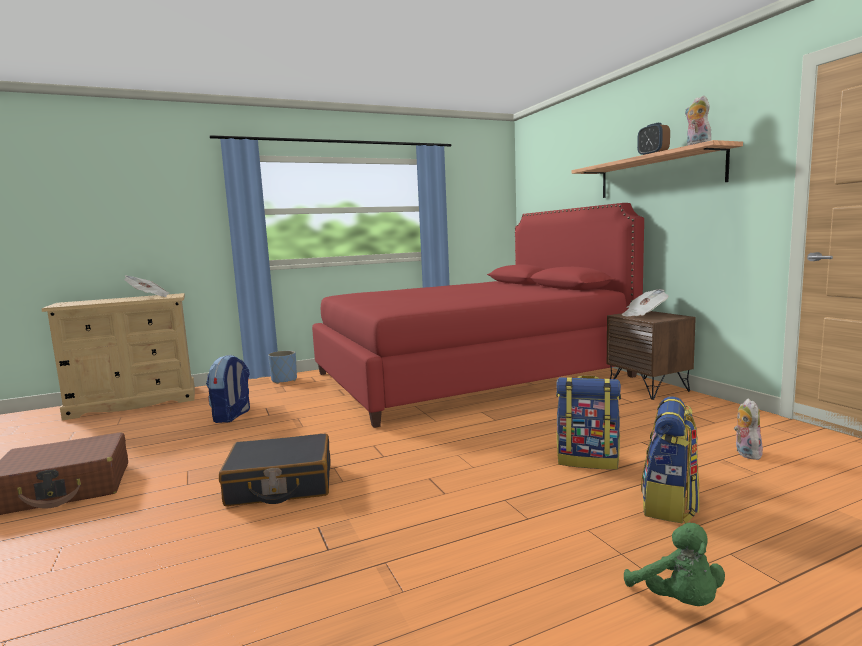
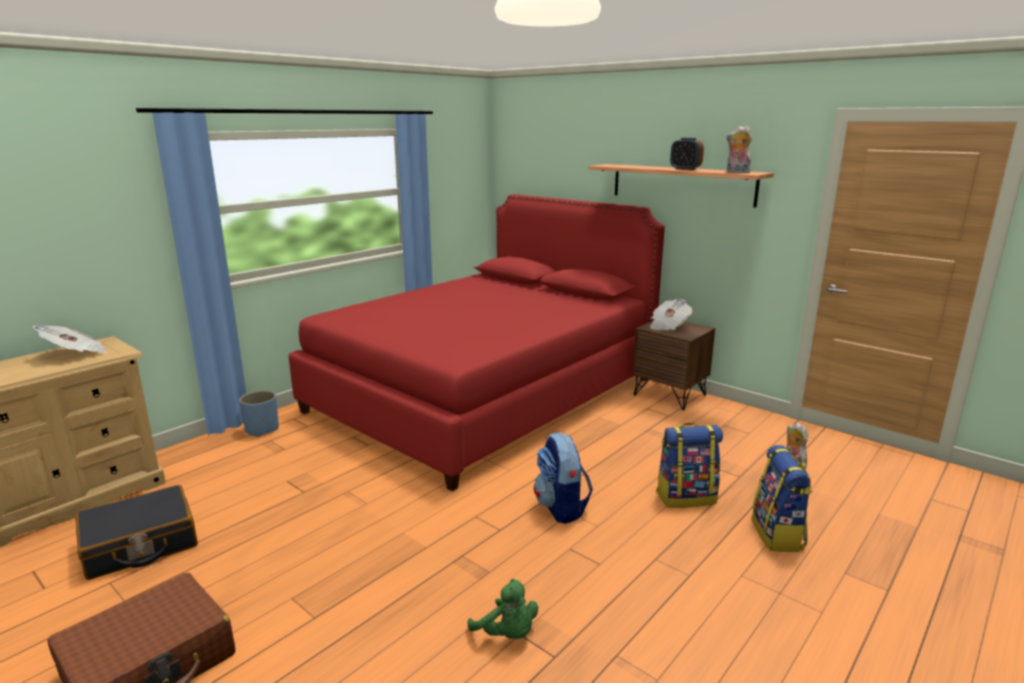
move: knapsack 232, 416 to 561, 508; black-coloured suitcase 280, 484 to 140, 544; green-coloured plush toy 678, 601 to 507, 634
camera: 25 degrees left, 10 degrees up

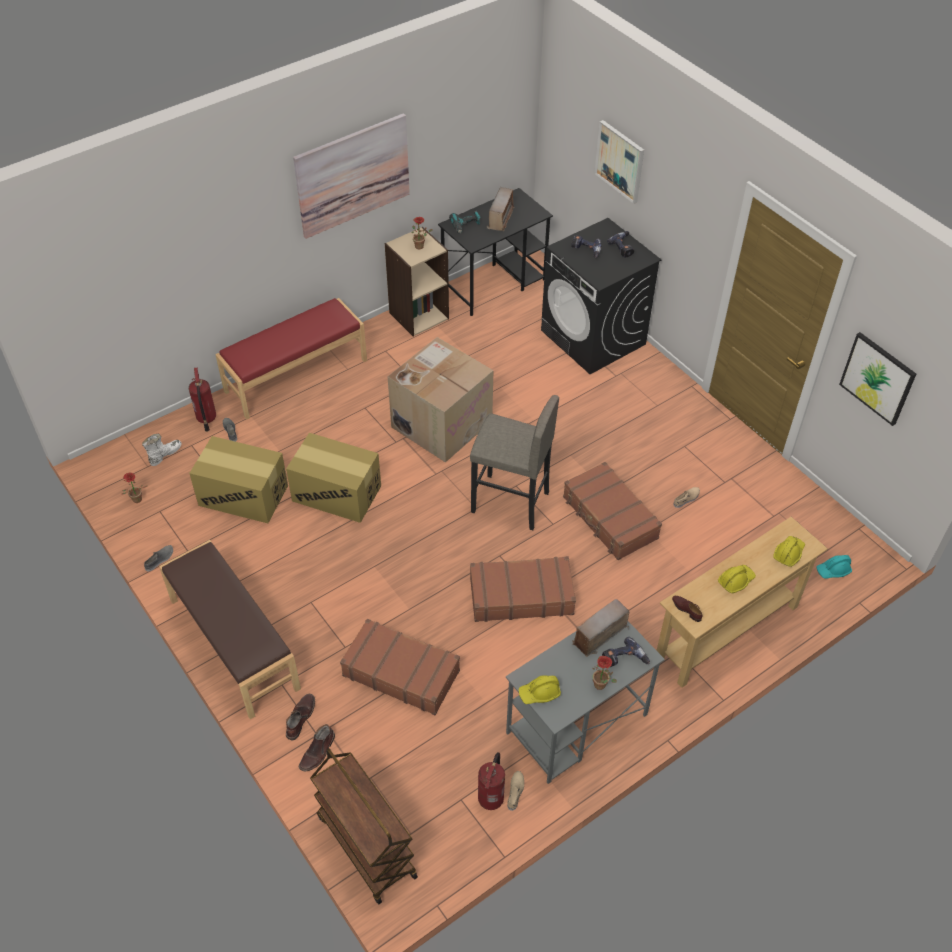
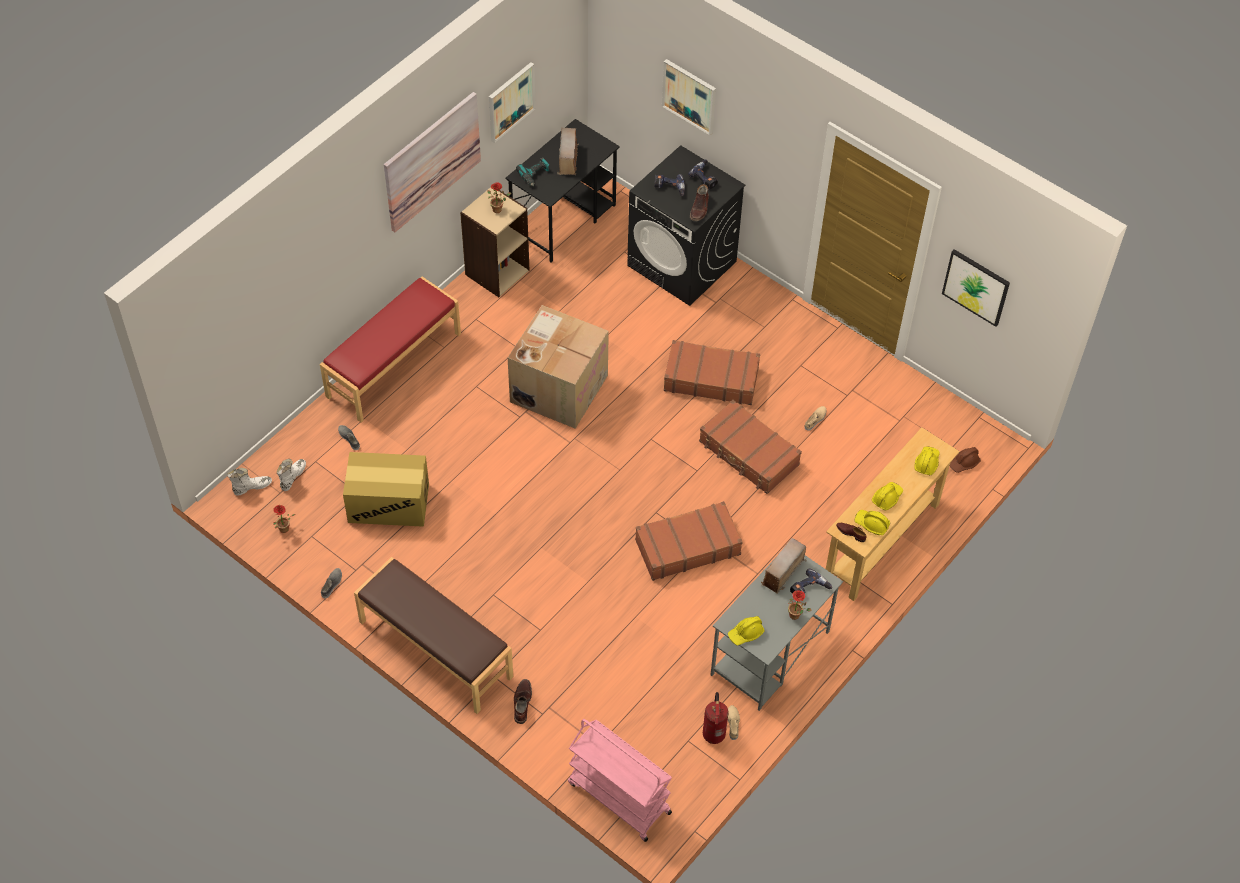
delete: fire extinguisher 206, 419; grey stool seat 510, 503; carton 336, 493
insert: wall art 510, 101; whitish tall boot 251, 487; yellow-coloured work helmet 871, 524
move: brown suitcase 401, 672 to 711, 379; brown tall boot 318, 752 to 700, 208
recolor: turquoise-coloured work helmet 833, 570 to brown work helmet 963, 463; brown wheeled cart 365, 846 to pinkish wheeled cart 618, 797
camera: 15 degrees left, 5 degrees up

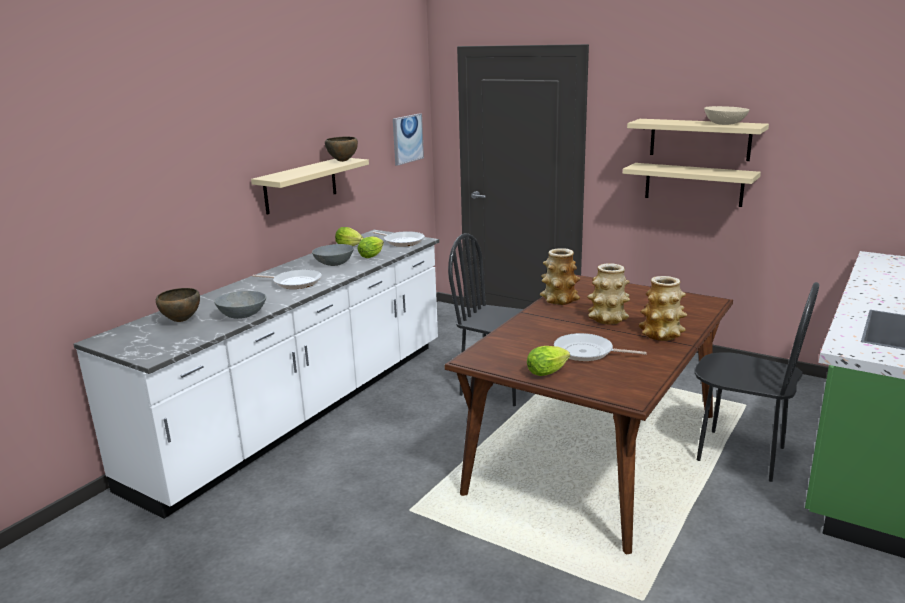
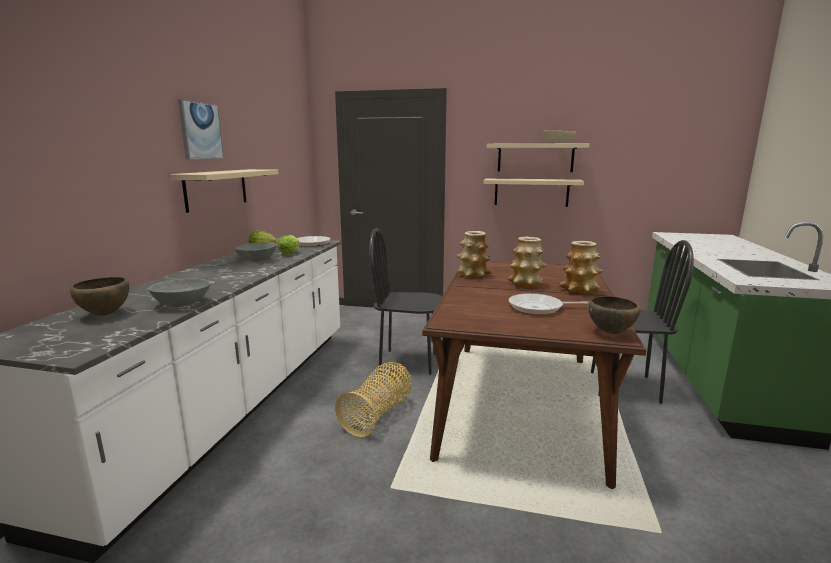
delete: skillet 295, 282; head of lettuce 549, 372
insert: storage basket 378, 414
move: wall art 407, 139 to 200, 131; brown serving bowl 343, 161 to 611, 333
camera: 20 degrees left, 5 degrees down

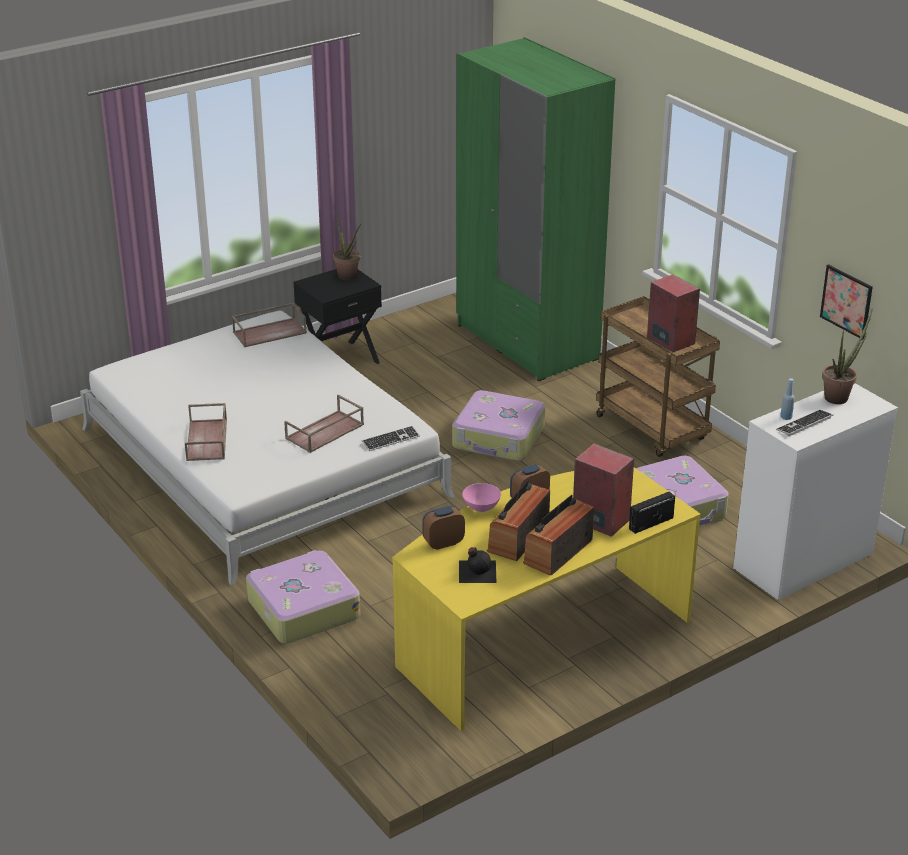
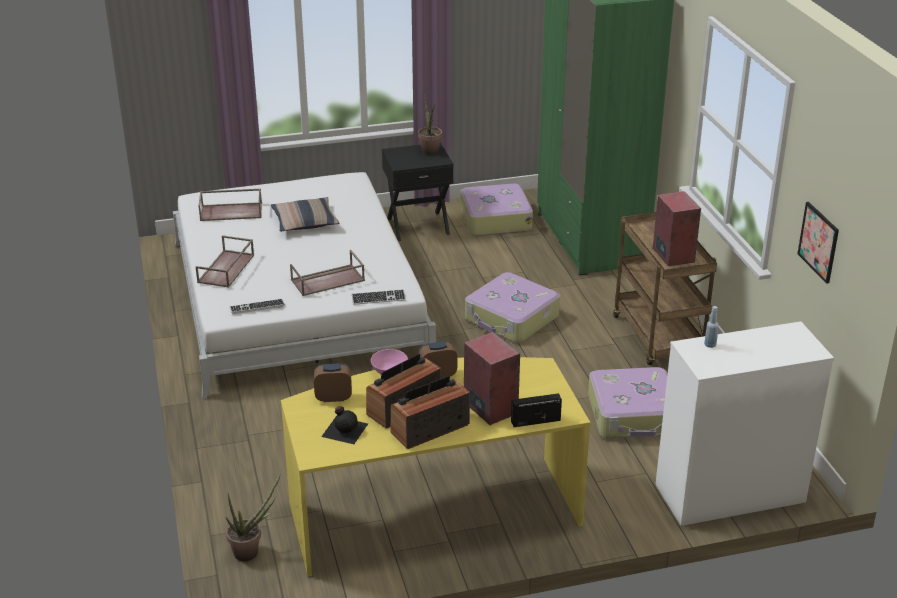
insert: throw pillow 305, 222
move: brown tray 270, 332 to 232, 211; plant in a pot 839, 396 to 251, 551; computer keyboard 804, 424 to 257, 307; suitcase 302, 609 to 494, 219
camera: 20 degrees right, 0 degrees up

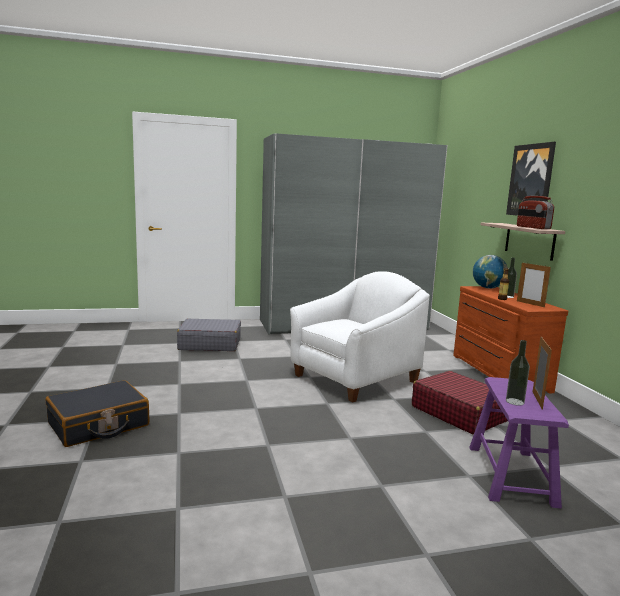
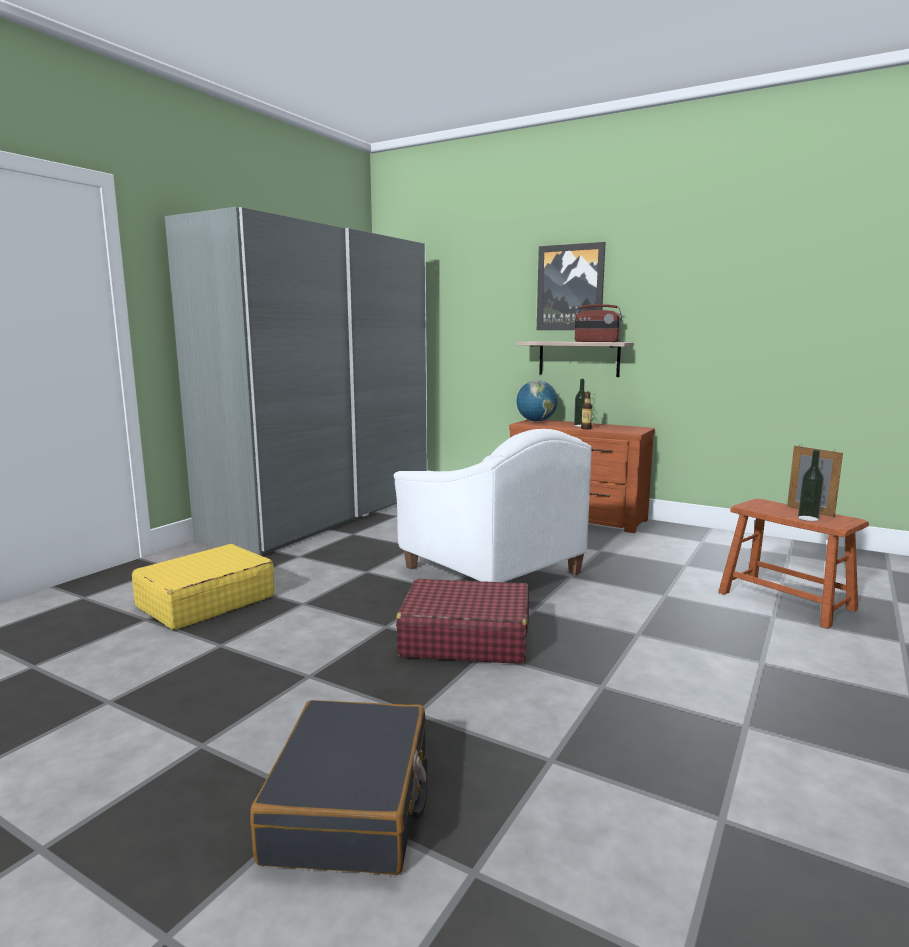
delete: standing frame 530, 304
move: red-coloured suitcase 459, 413 to 465, 639
recolor: grey suitcase 209, 344 to yellow-coloured suitcase 205, 602; purplish stool seat 510, 475 to brown stool seat 786, 601
rotate: whitish armchair 354, 379 = 489, 571 135 degrees clockwise
camera: 45 degrees left, 0 degrees up

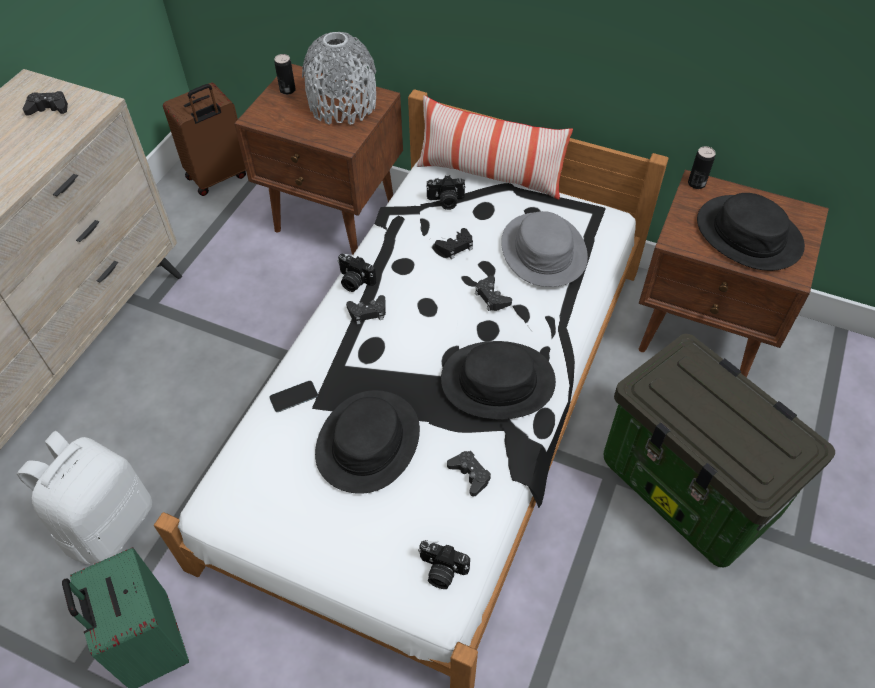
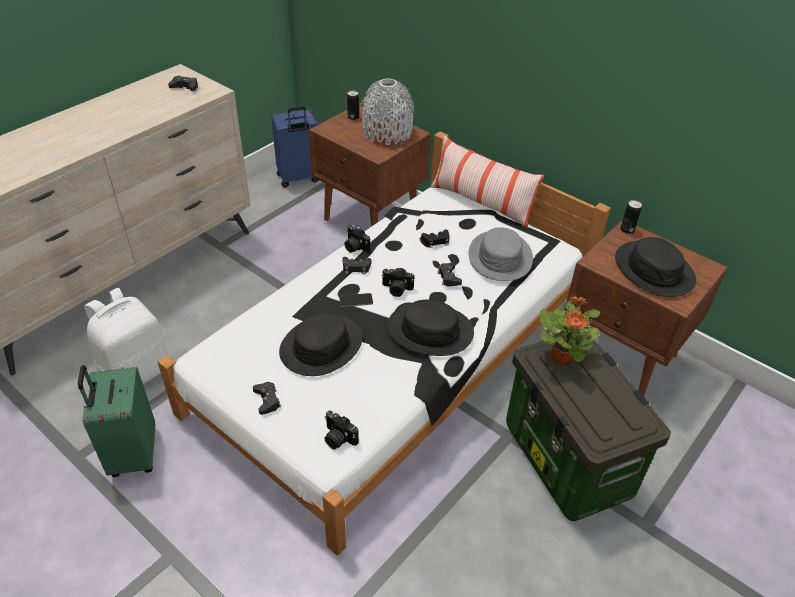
insert: plant in a pot 562, 356
move: photo camera 446, 201 to 396, 289; telephone 293, 396 to 356, 300; black-coloured gamepad 470, 475 to 267, 400
recolor: brown suitcase 218, 177 to blue-coloured suitcase 299, 178
camera: 15 degrees right, 10 degrees down

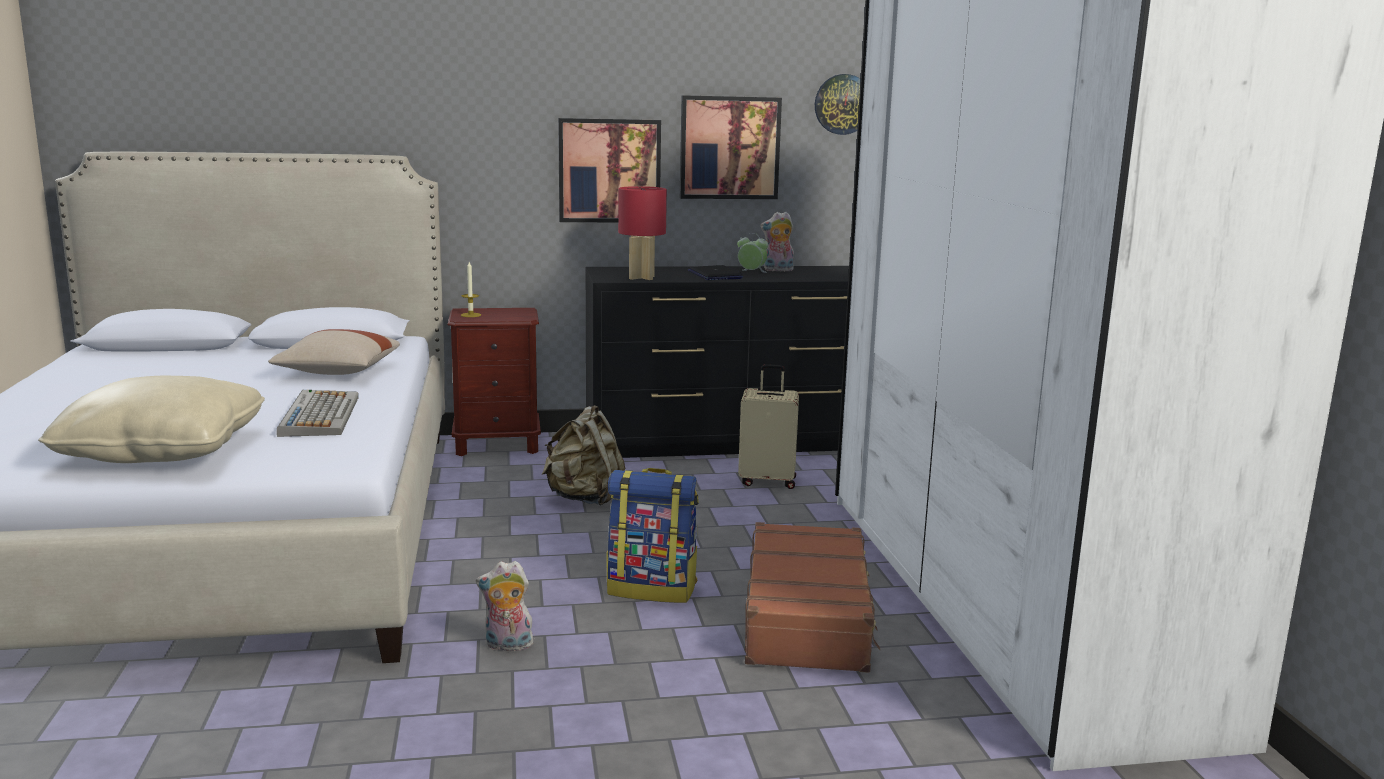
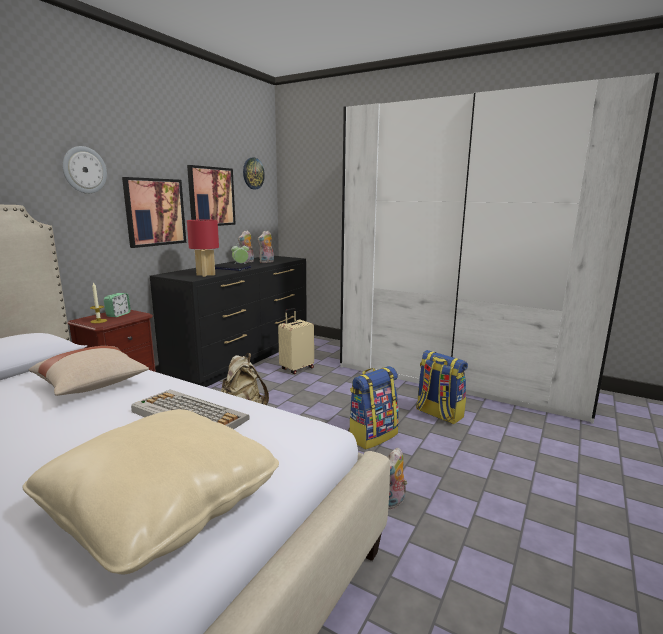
insert: clock on the wall 84, 170; plush toy 267, 262; alarm clock 118, 315
replace: brown suitcase 808, 616 to knapsack 438, 414
camera: 50 degrees left, 0 degrees up

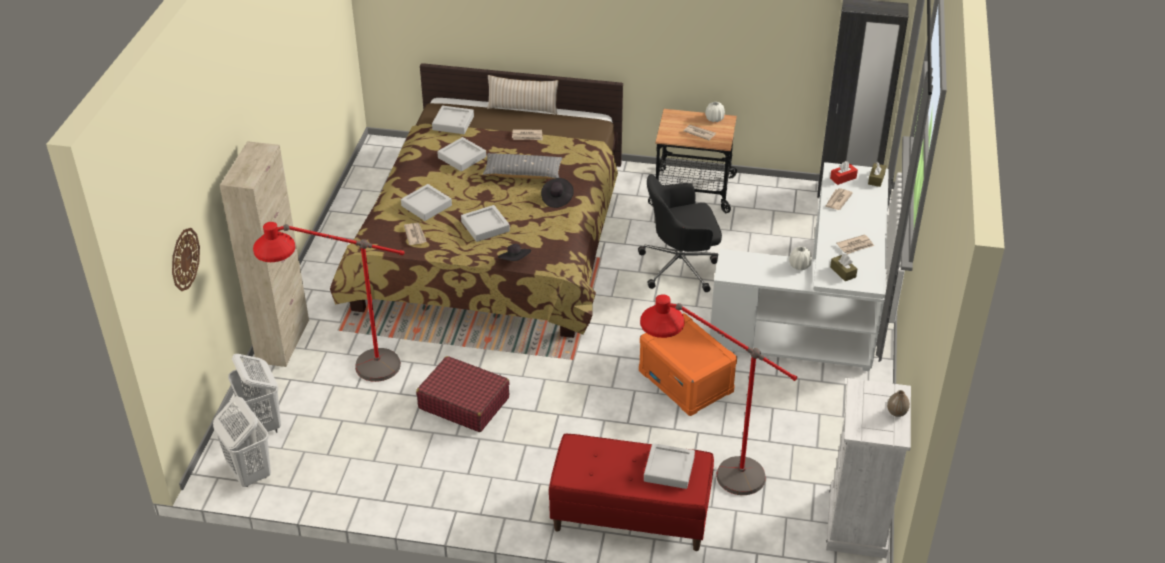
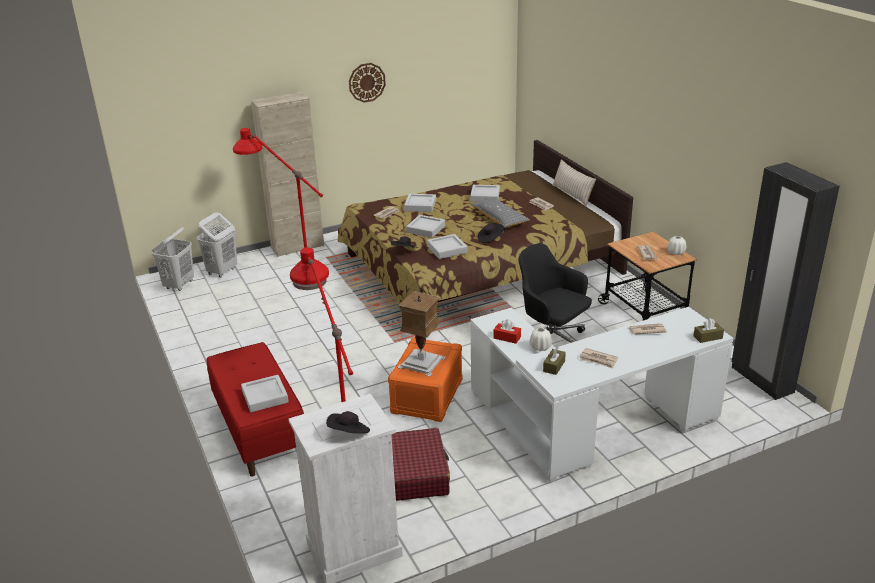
insert: tabletop lamp 420, 362
move: grey tray 453, 123 to 447, 249; red-coloured tissue box 843, 178 to 507, 337; clock on the wall 184, 259 to 367, 82; red-coloured suitcase 463, 403 to 416, 473
replace: vase 896, 413 to black-coloured wearable hat 349, 433
camera: 55 degrees right, 10 degrees down

